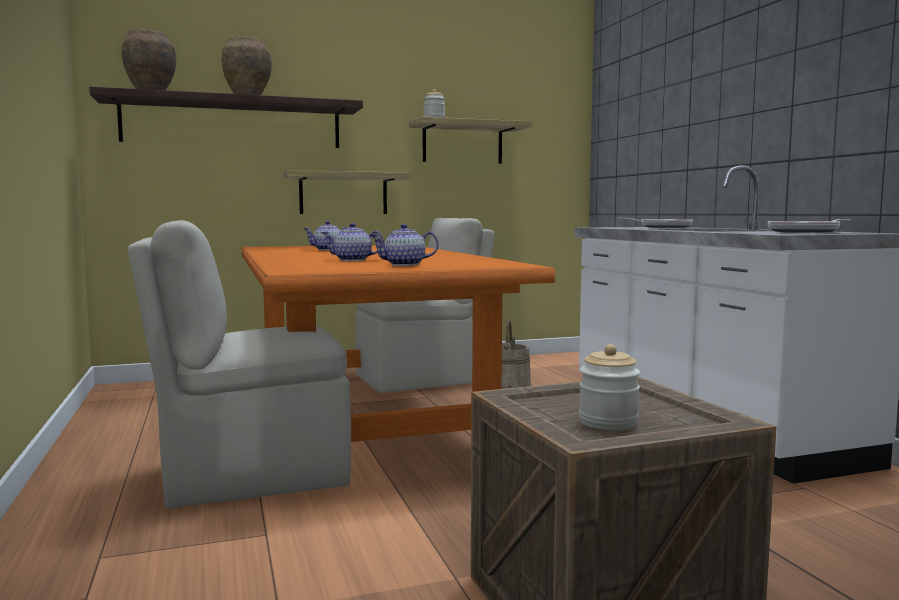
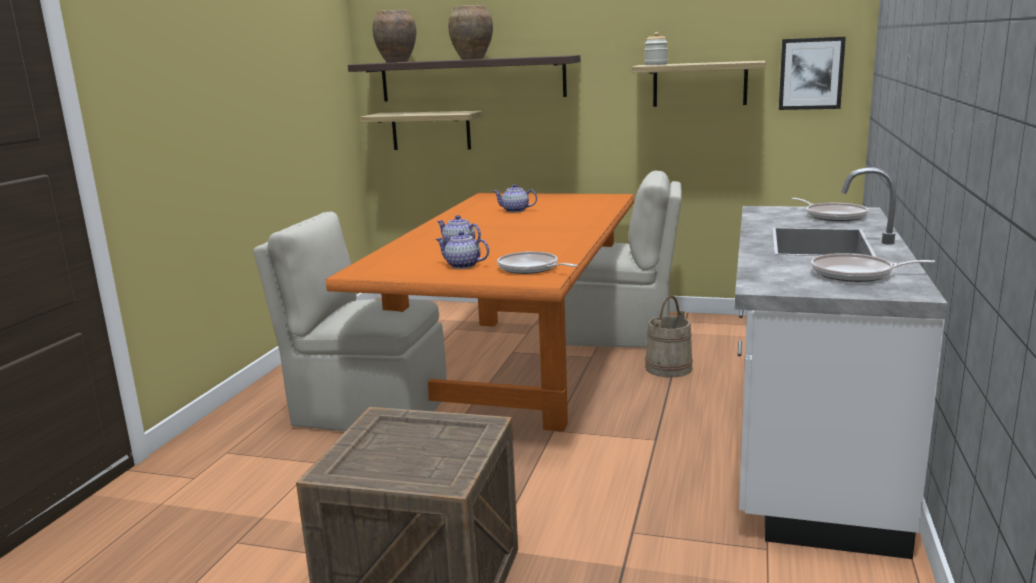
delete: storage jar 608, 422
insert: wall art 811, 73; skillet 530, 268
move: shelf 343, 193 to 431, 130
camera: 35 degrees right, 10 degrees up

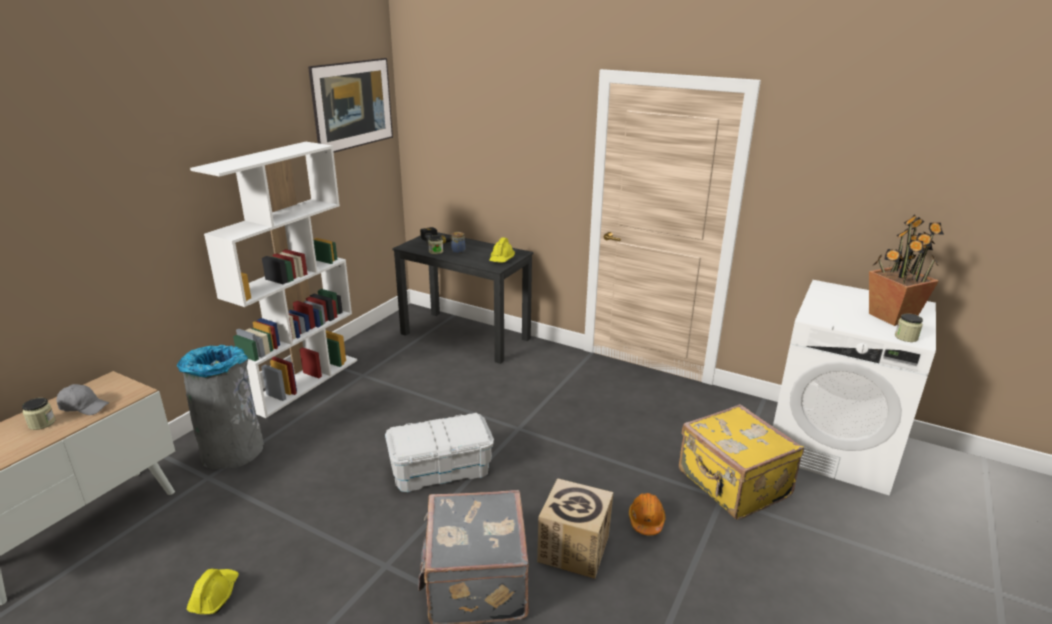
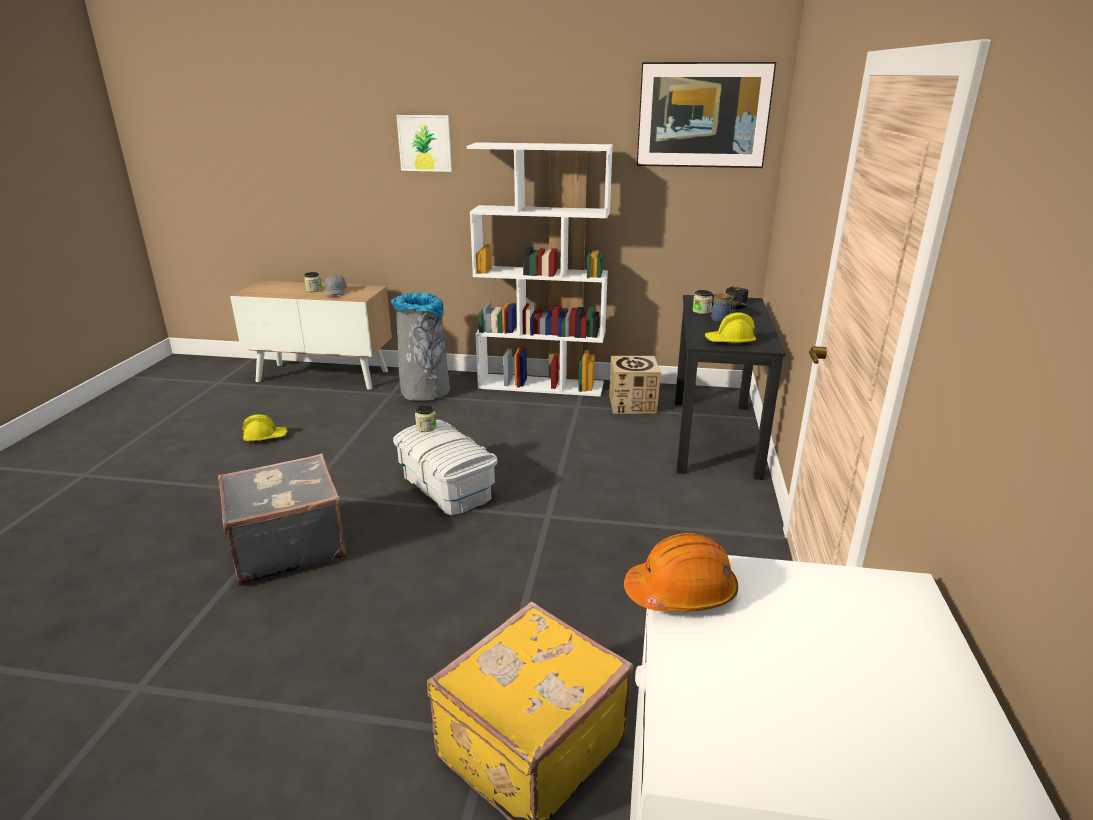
delete: plant in a pot 892, 316
insert: wall art 425, 143
move: storage jar 906, 337 to 426, 427; carton 574, 549 to 632, 404; orangey work helmet 646, 520 to 681, 592
camera: 70 degrees right, 0 degrees up

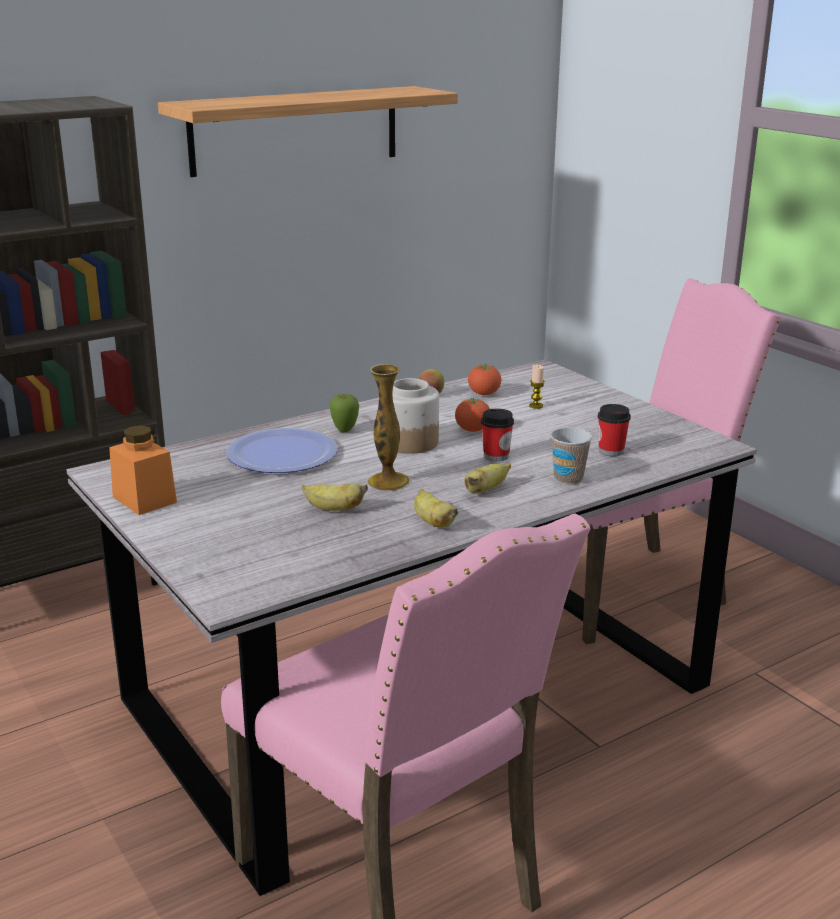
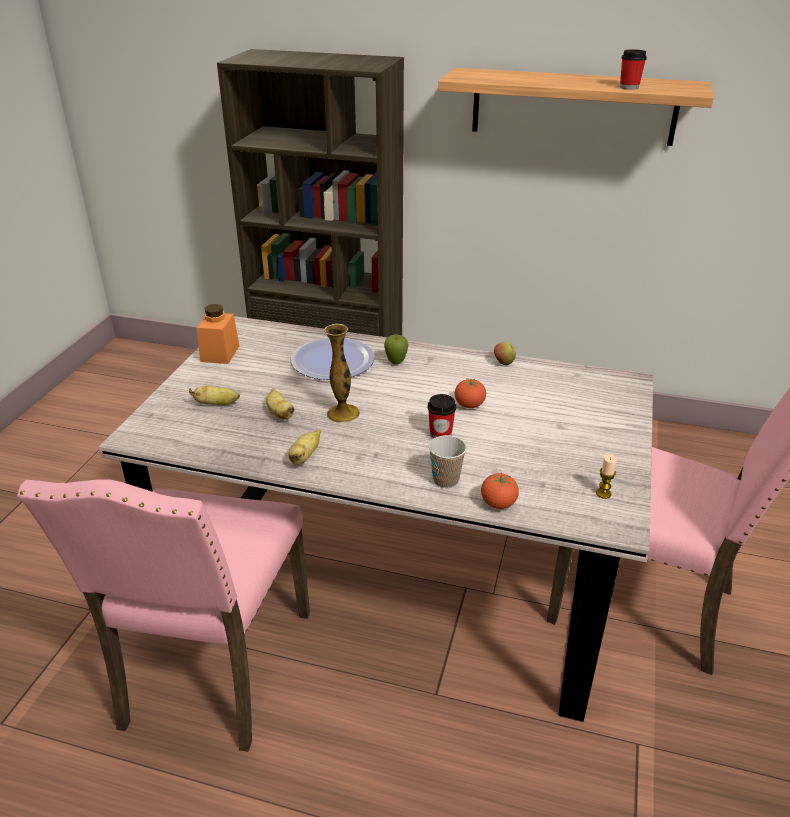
delete: storage jar 409, 442
move: whole tomato 484, 394 to 498, 504; wax light 536, 406 to 603, 493; small cup 611, 451 to 629, 87; banana 485, 490 to 217, 404
camera: 50 degrees right, 10 degrees up

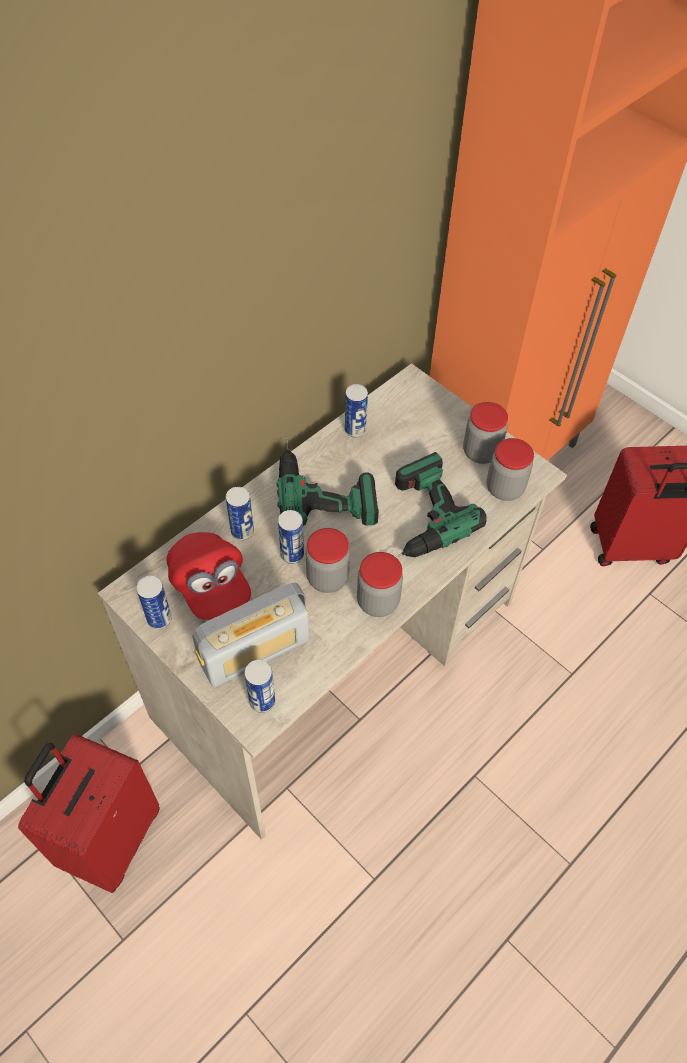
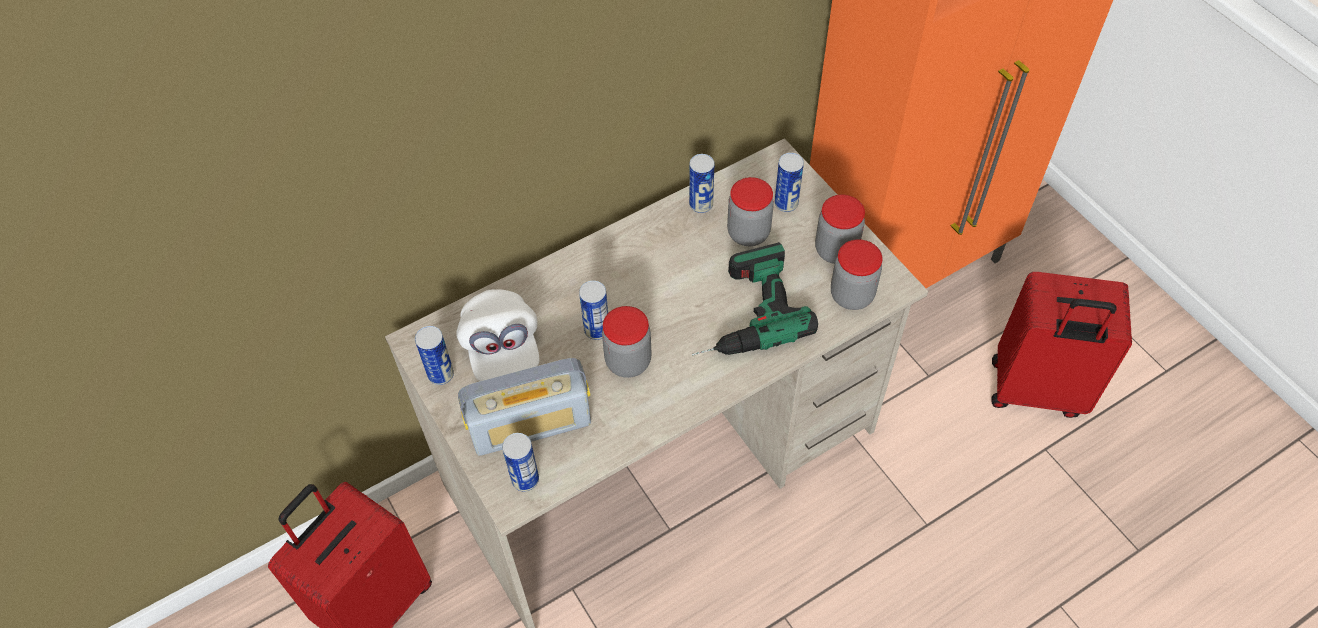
delete: drill 324, 483
move: can 242, 531 to 786, 203; storage jar 378, 602 to 748, 233
recolor: red-coloured baseball cap 210, 586 to whitish baseball cap 502, 348
camera: 15 degrees right, 0 degrees up

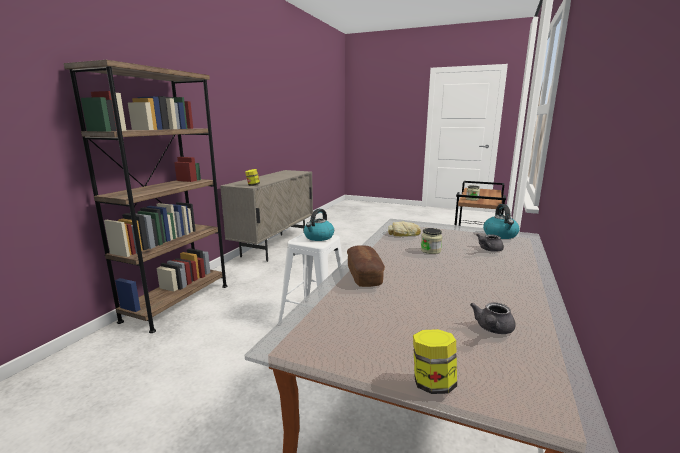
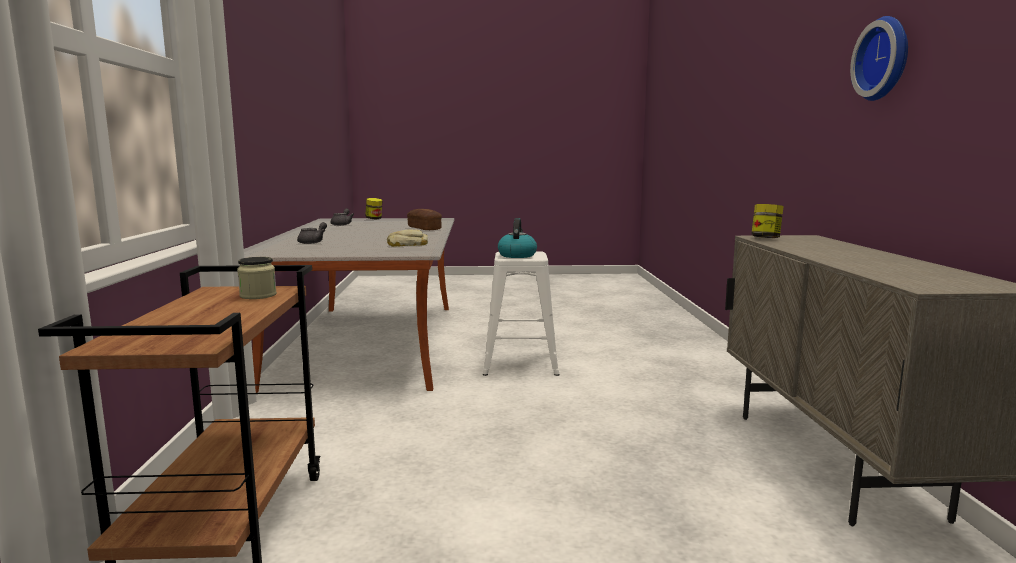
delete: brown bookshelf 177, 302; water kettle 500, 235; storage jar 430, 250
insert: clock on the wall 885, 59
camera: 155 degrees right, 5 degrees down

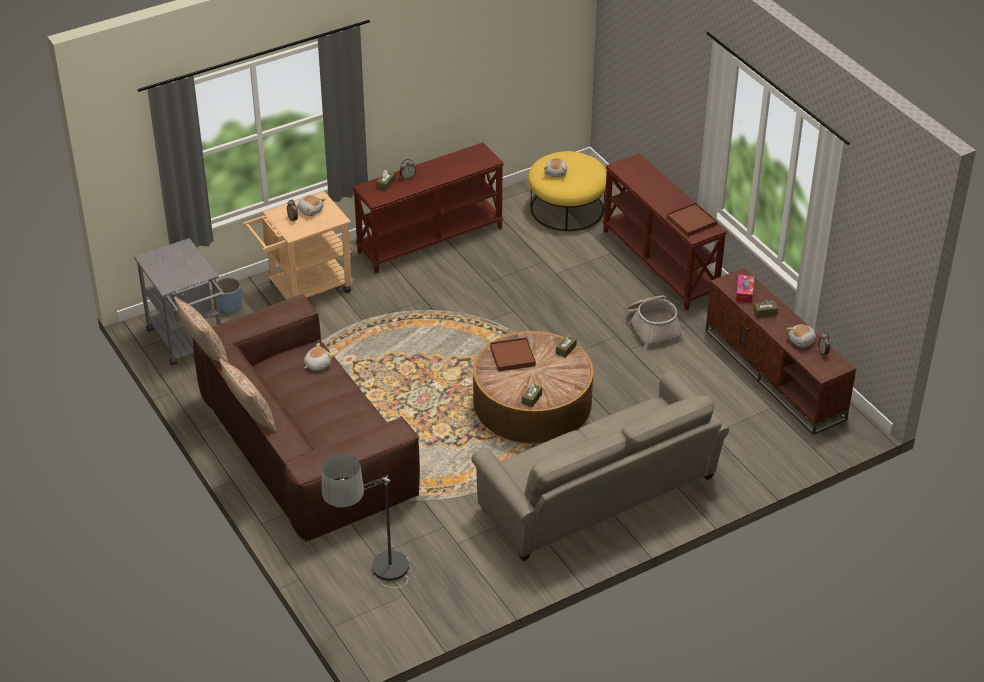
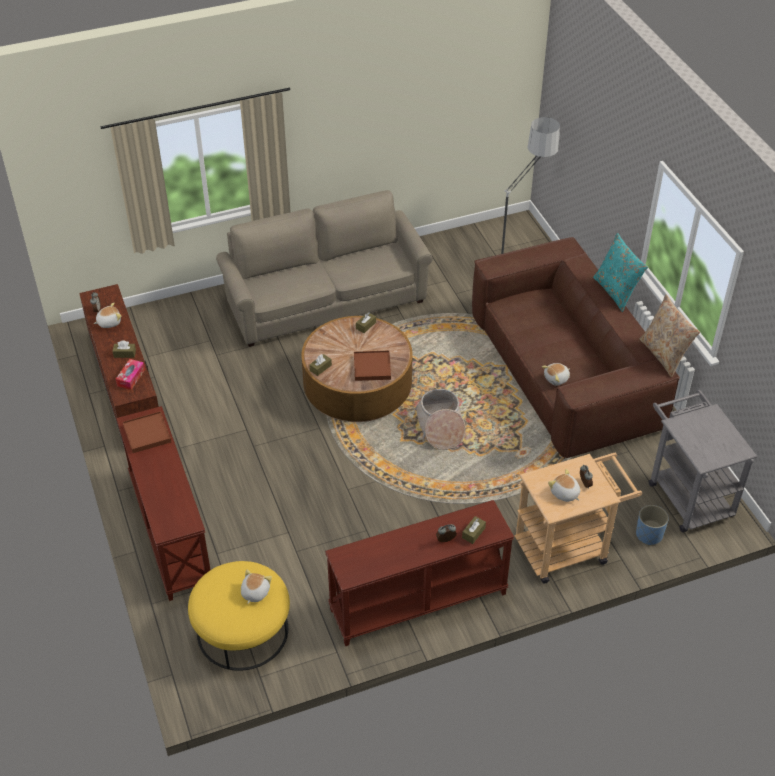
move: storage basket 653, 327 to 440, 427
recolor: sand-coloured throw pillow 250, 417 to turquoise-coloured throw pillow 616, 292
camera: 170 degrees left, 5 degrees up

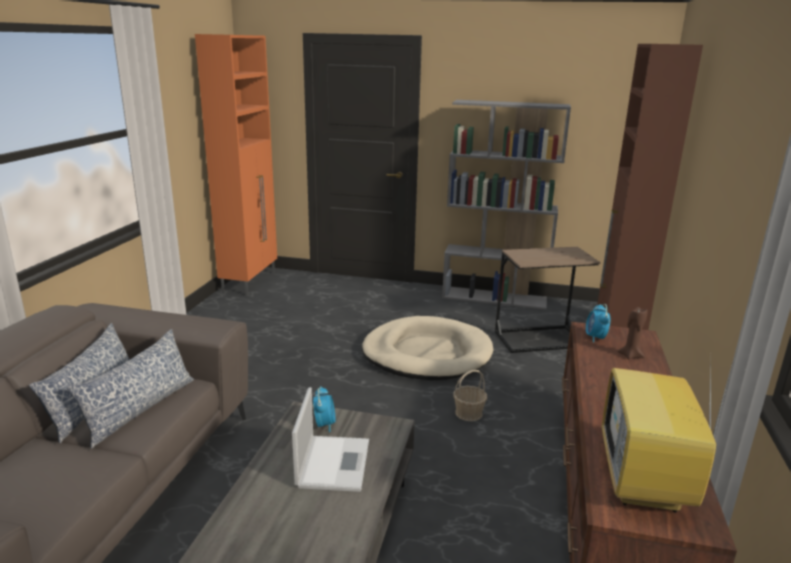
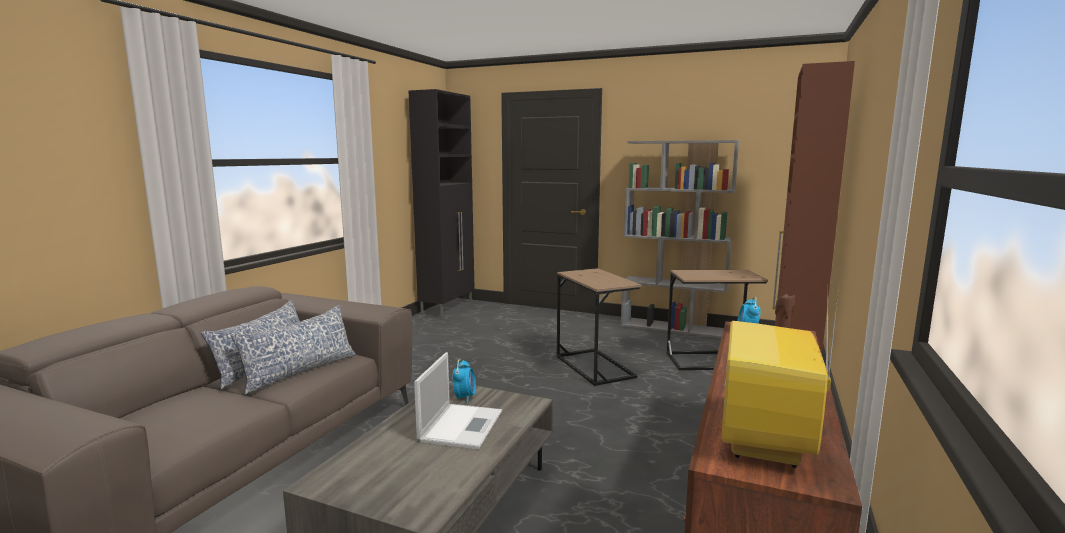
delete: storage basket 469, 413
replace: sand-coloured dog bed 427, 353 to brown end table 594, 366
recolor: orangey cabinet 250, 282 to black-coloured cabinet 448, 308
camera: 10 degrees right, 10 degrees down

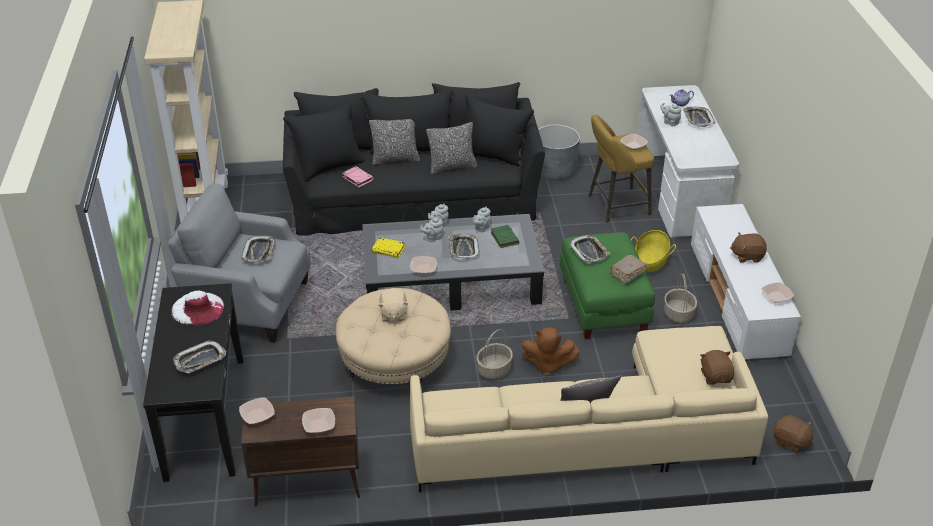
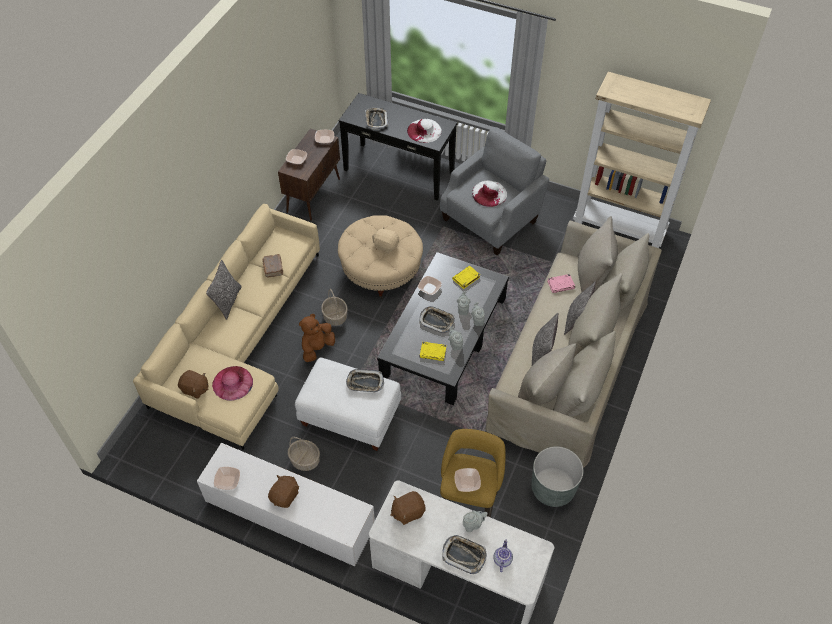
delete: storage basket 651, 260
insert: pinkish wearable hat 232, 383
move: brown bound book 627, 274 to 273, 268; brown plush toy 790, 442 to 408, 512
replace: tray 259, 252 to whitish wearable hat 489, 193
recolor: black-coloured couch 414, 197 to sand-coloured couch 569, 361; green-coloured bound book 504, 238 to yellow-coloured bound book 433, 352; green-coloured pouffe 604, 305 to whitish pouffe 349, 416
camera: 120 degrees right, 15 degrees up

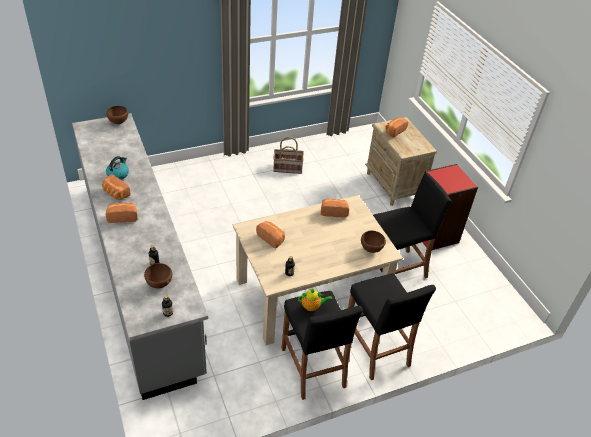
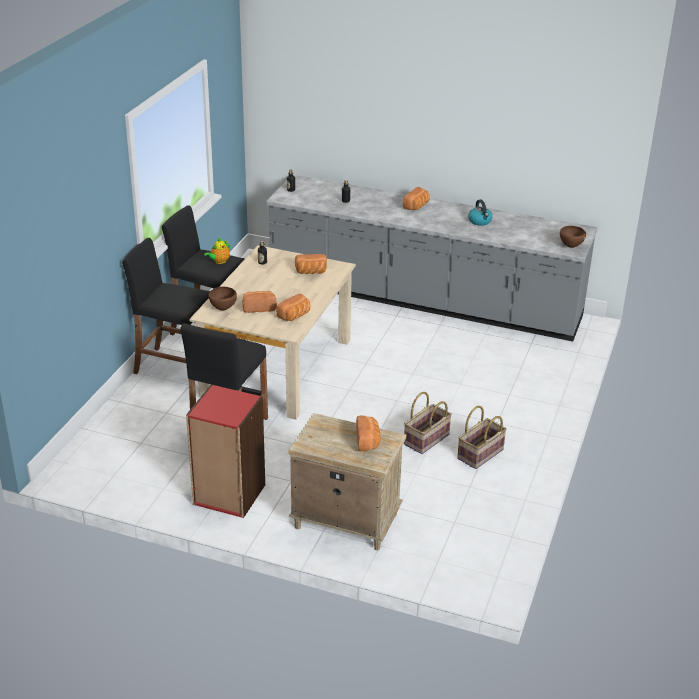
delete: brown serving bowl 159, 284
insert: storage basket 427, 440
move: baked bread 115, 194 to 259, 307
camera: 135 degrees right, 10 degrees down

